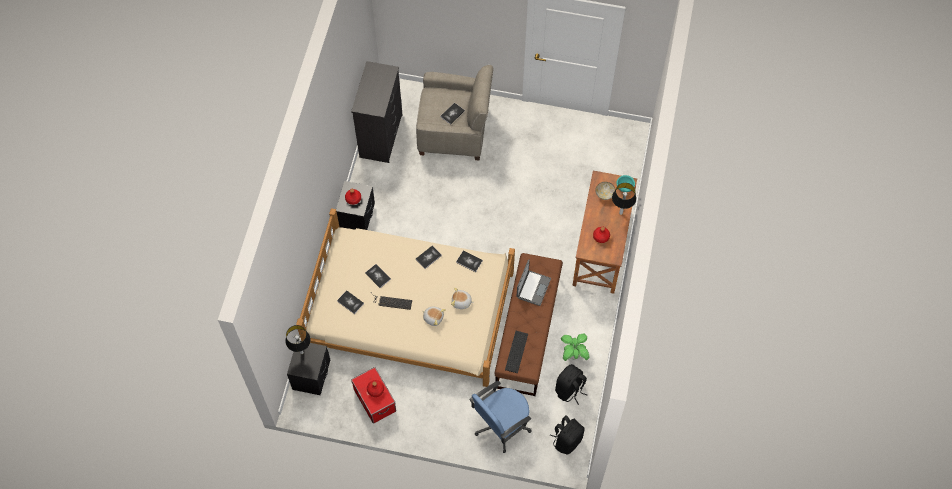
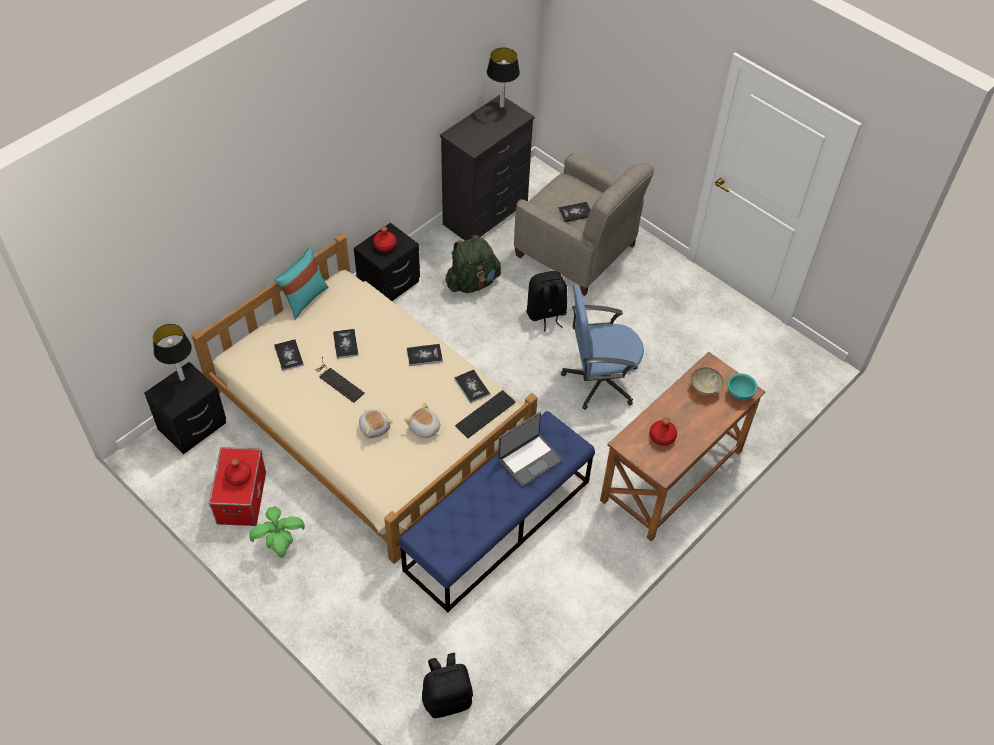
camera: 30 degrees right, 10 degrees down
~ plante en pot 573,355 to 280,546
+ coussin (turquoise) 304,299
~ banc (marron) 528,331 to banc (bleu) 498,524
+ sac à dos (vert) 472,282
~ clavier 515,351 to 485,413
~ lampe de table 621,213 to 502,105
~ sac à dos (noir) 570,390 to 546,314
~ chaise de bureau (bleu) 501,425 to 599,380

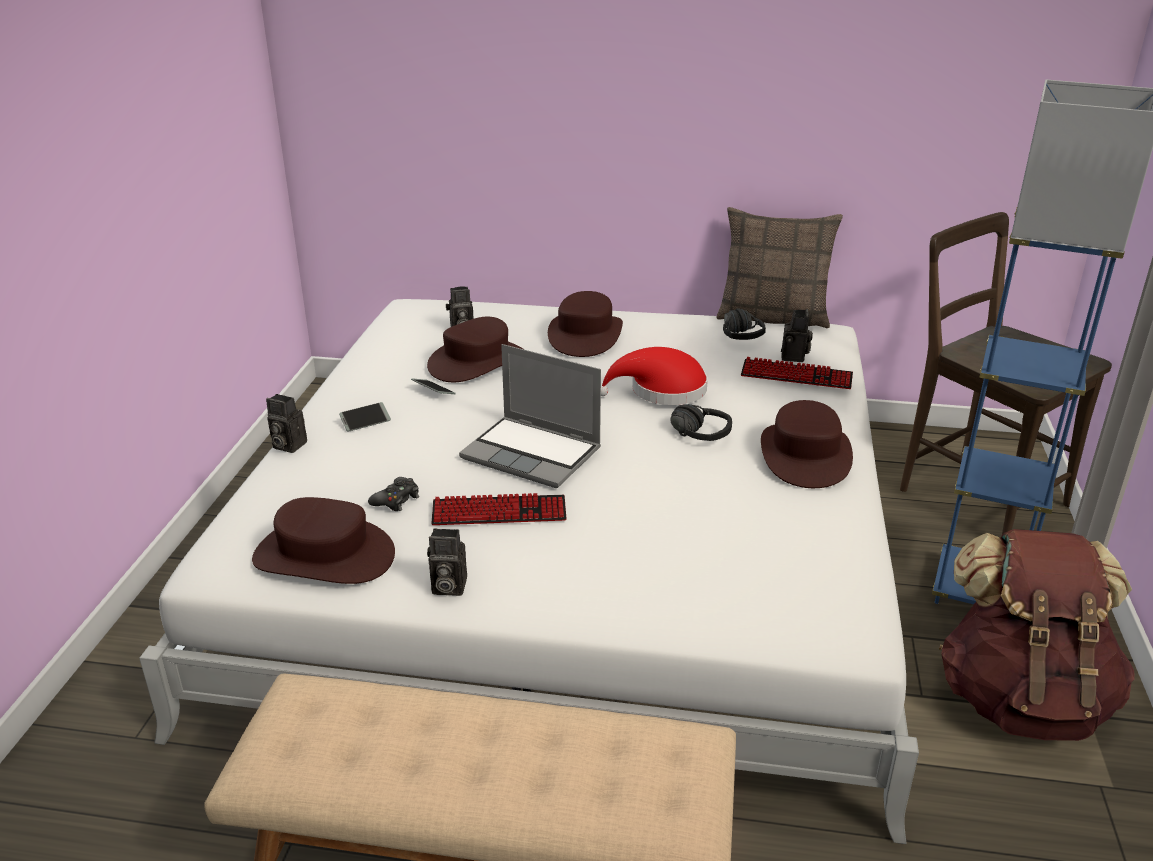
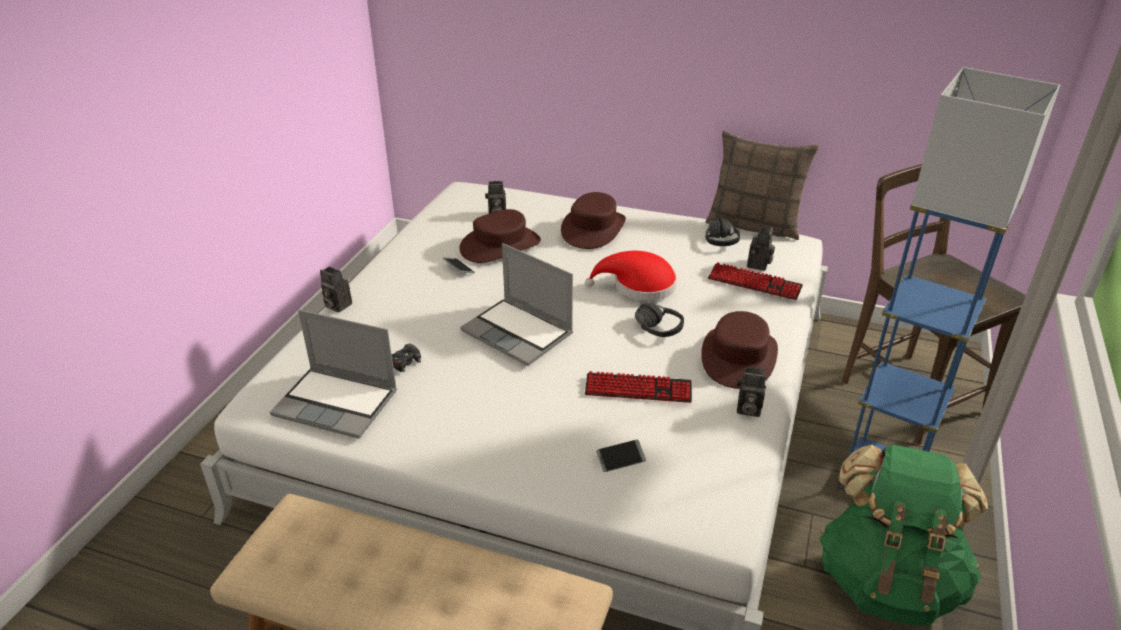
camera: 10 degrees right, 5 degrees up
~ chapeau (marron) 324,555 to ordinateur portable 338,403
~ clavier 499,512 to 638,389
~ téléphone 365,421 to 620,459
~ appareil photo 447,587 to 747,409
~ sac à dos (marron) 1021,699 to sac à dos (vert) 887,581

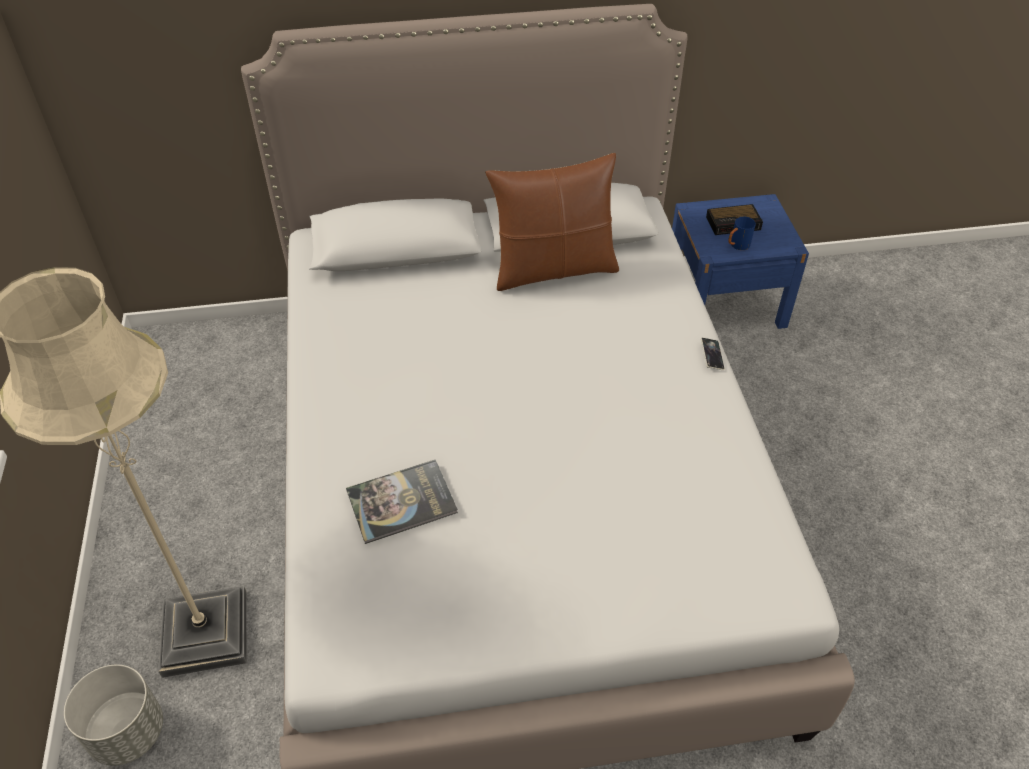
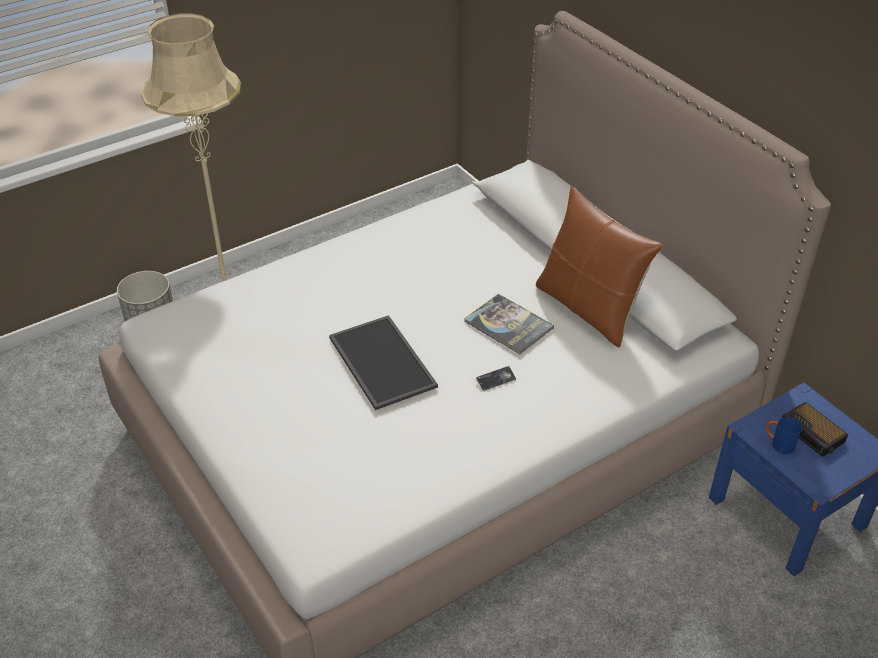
camera: 65 degrees right, 5 degrees down
+ plateau 380,362
~ livre 401,502 to 508,325
~ téléphone 712,356 to 496,380

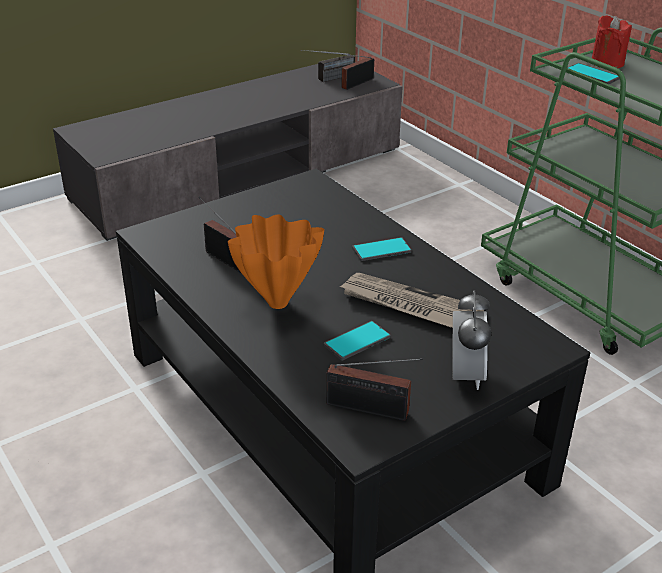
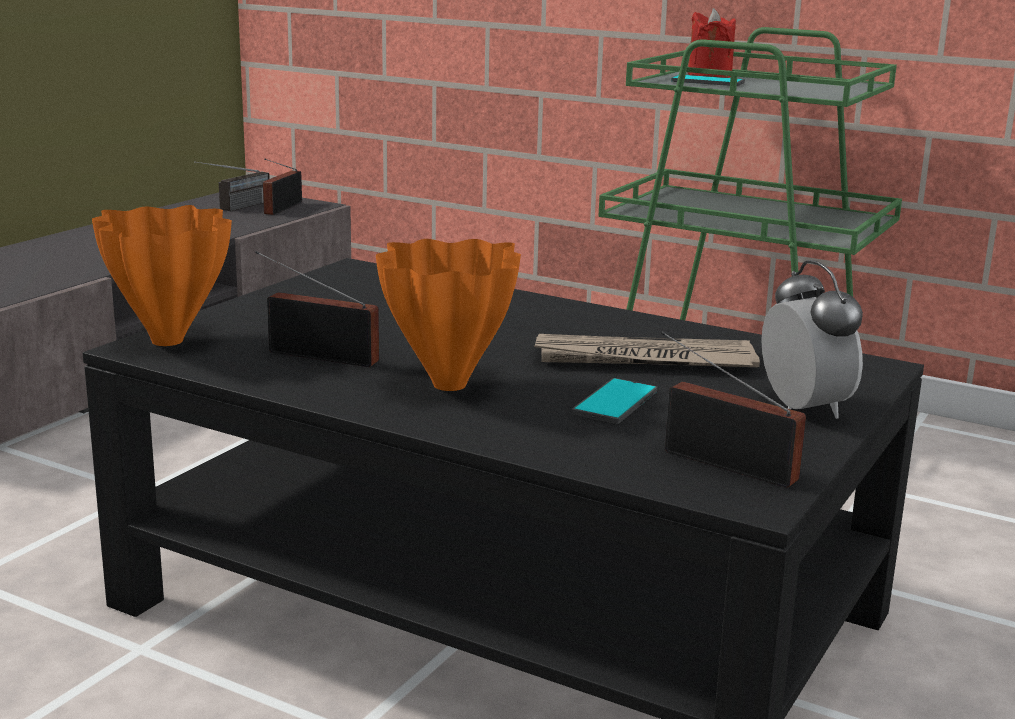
camera: 25 degrees left, 15 degrees down
+ vase (orange) 169,341
~ radio 371,410 = 723,463 135 degrees counterclockwise
- téléphone 381,250

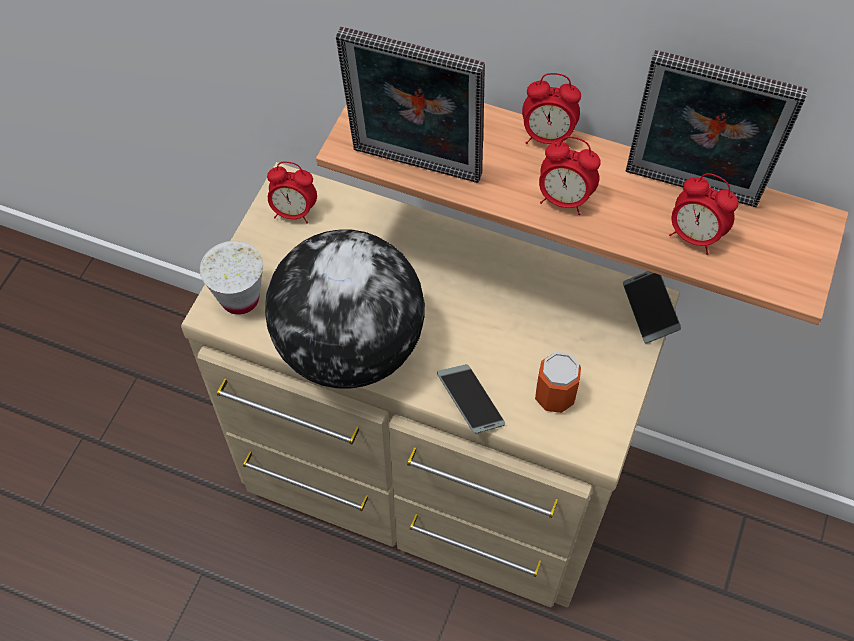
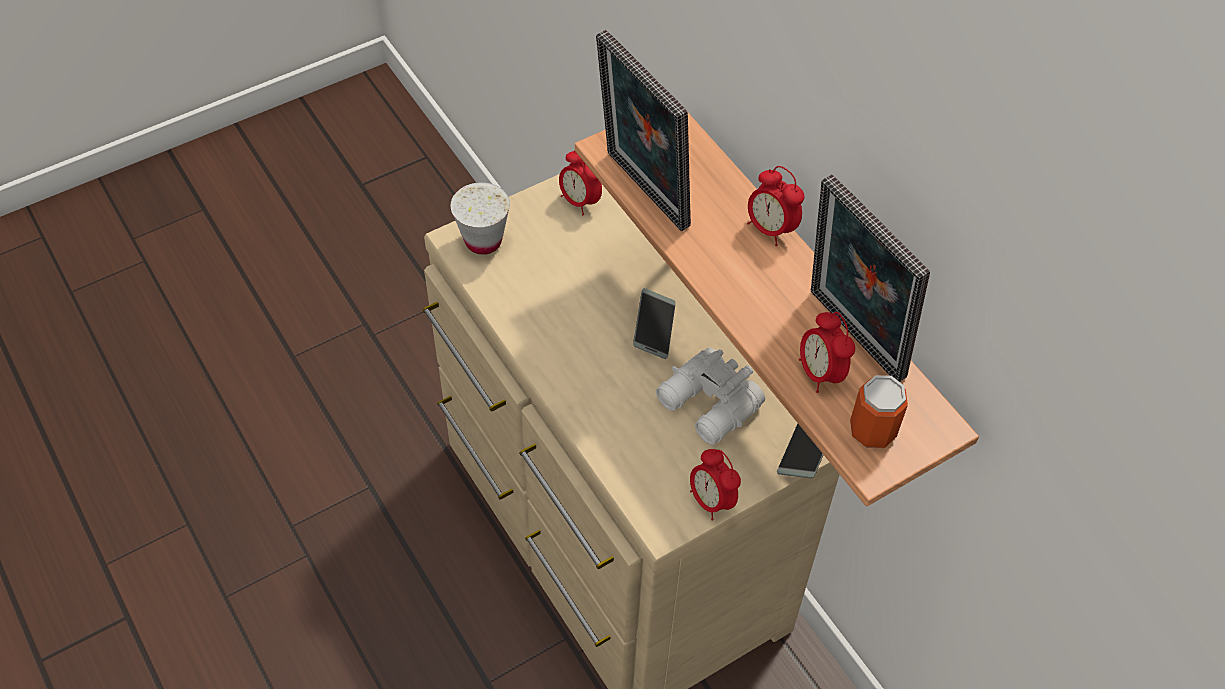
camera: 35 degrees right, 5 degrees down
~ téléphone 470,402 to 654,328
+ jumelles (blanc) 708,406
~ réveil 564,199 to 711,500
~ boîte métallique 554,396 to 872,431
- globe 350,346

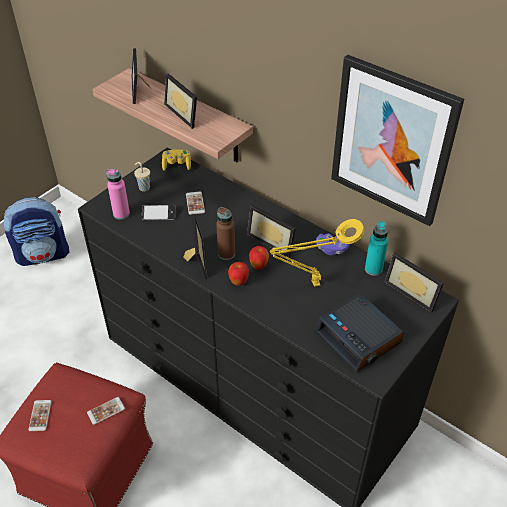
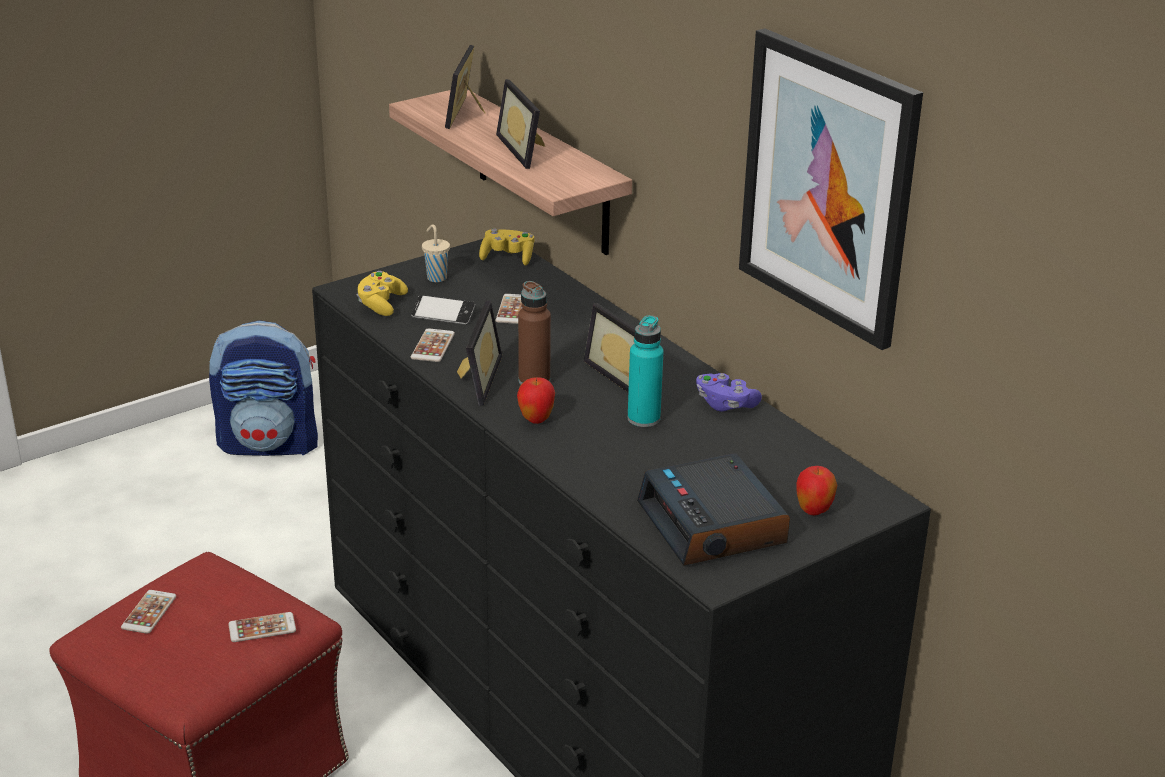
camera: 15 degrees right, 15 degrees down
~ bouteille (rose) 121,214 to manette (jaune) 381,304
+ téléphone 433,346
~ bouteille (turquoise) 373,269 to 643,418
~ pomme 258,266 to 813,511
- lampe de table (jaune) 312,284
- cadre photo 413,291

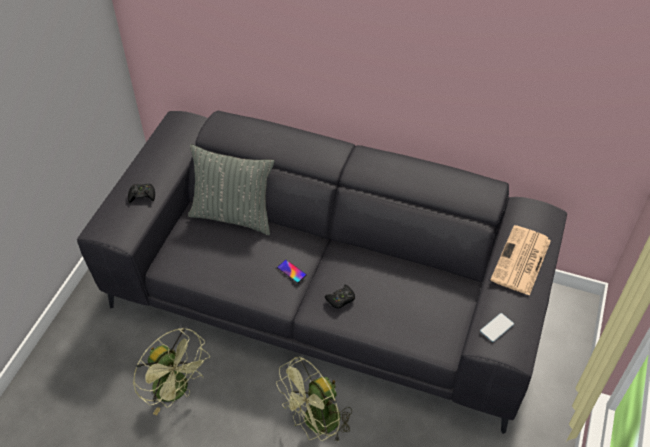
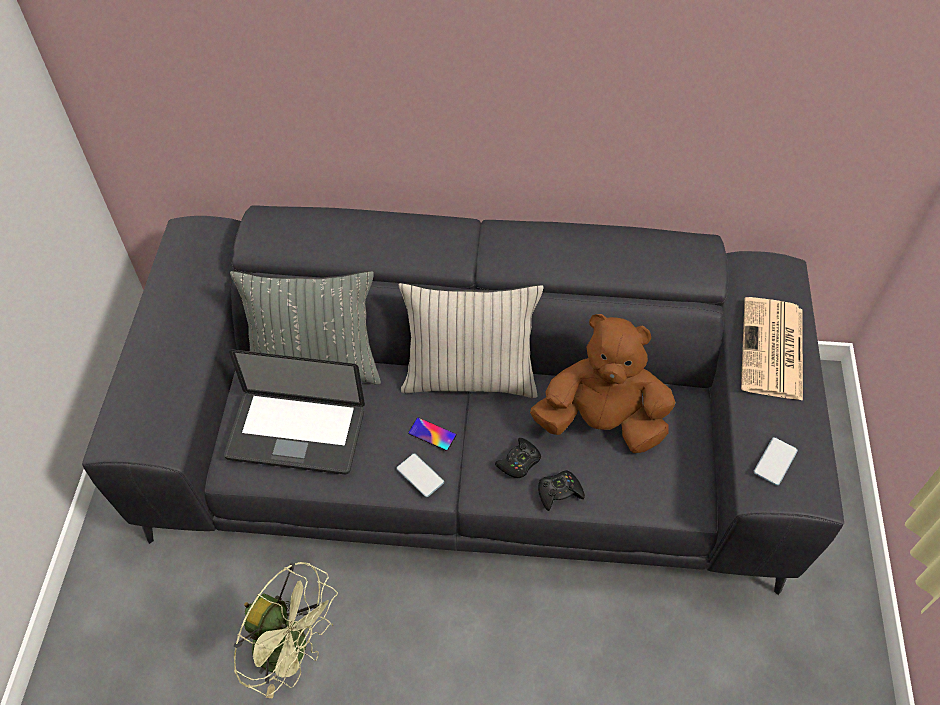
camera: 15 degrees left, 5 degrees up
+ ordinateur portable 296,434
+ téléphone 420,476
+ coussin (beige) 470,377
+ peluche (marron) 601,422
~ manette (noir) 142,195 to 559,492
- ventilateur (vert) 316,424

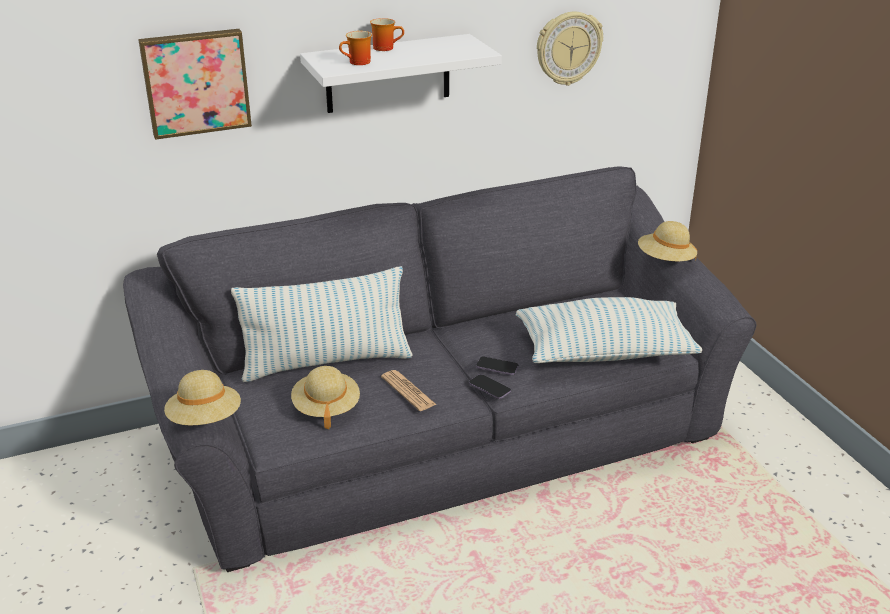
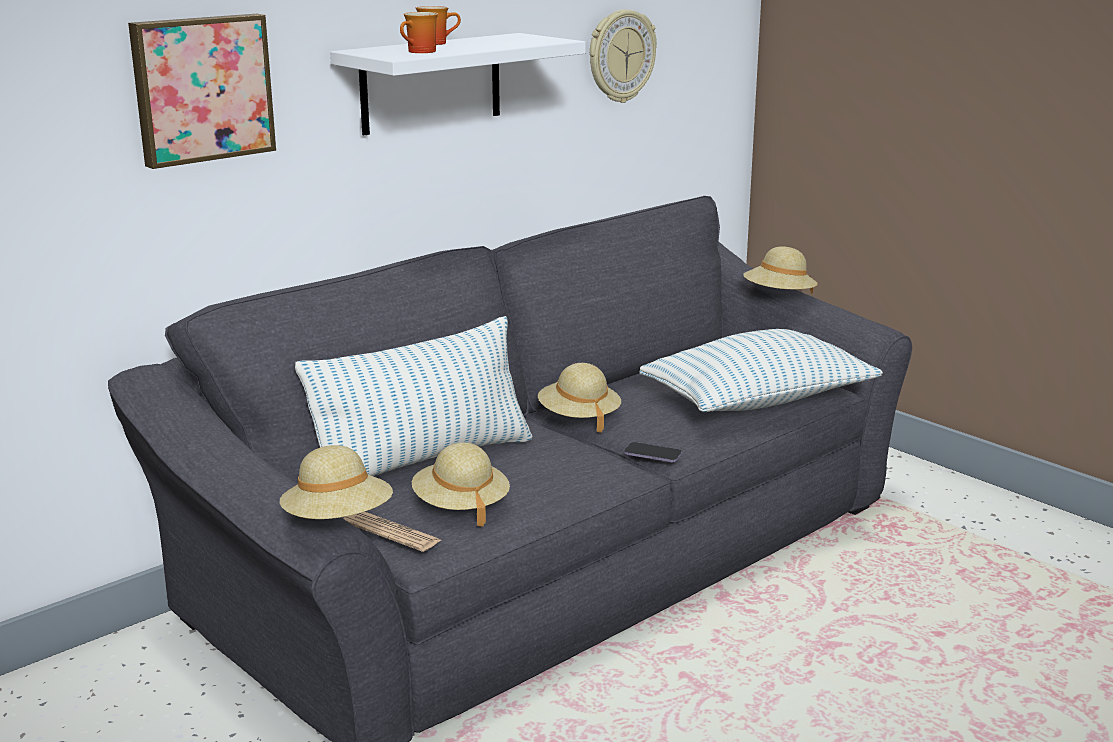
camera: 20 degrees left, 10 degrees down
~ journal 408,391 to 391,532
+ chapeau (beige) 579,418
- téléphone 497,367

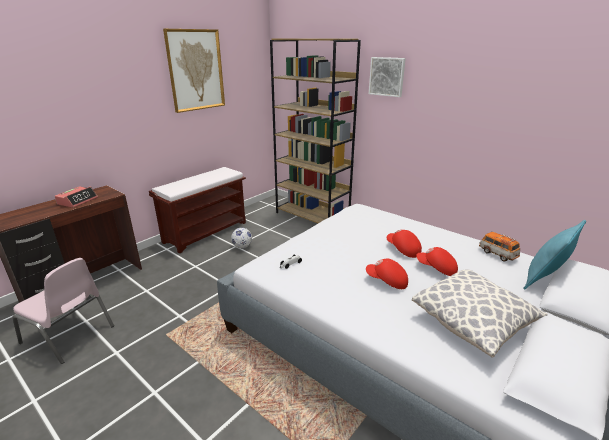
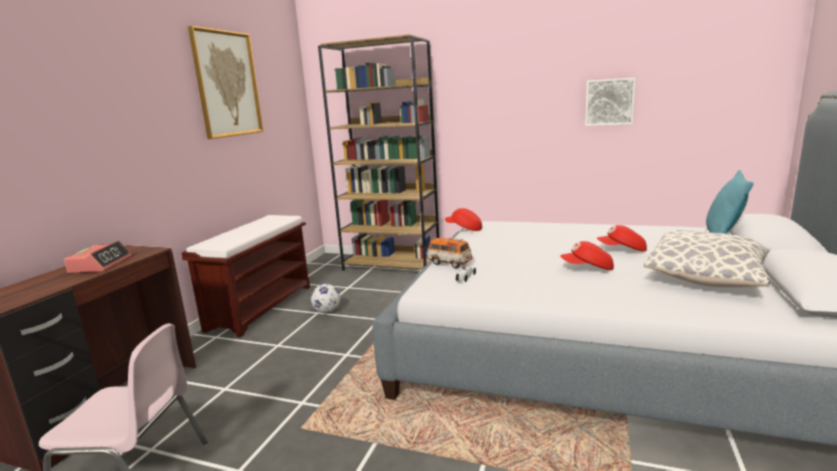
camera: 20 degrees left, 10 degrees down
~ petite voiture 497,254 to 449,263
~ casquette (rouge) 402,250 to 463,228
~ tableau 387,76 to 609,102

